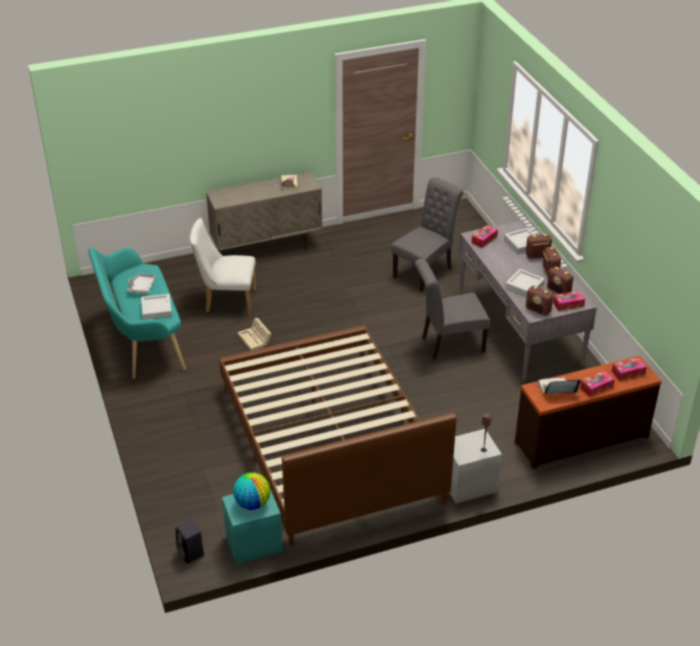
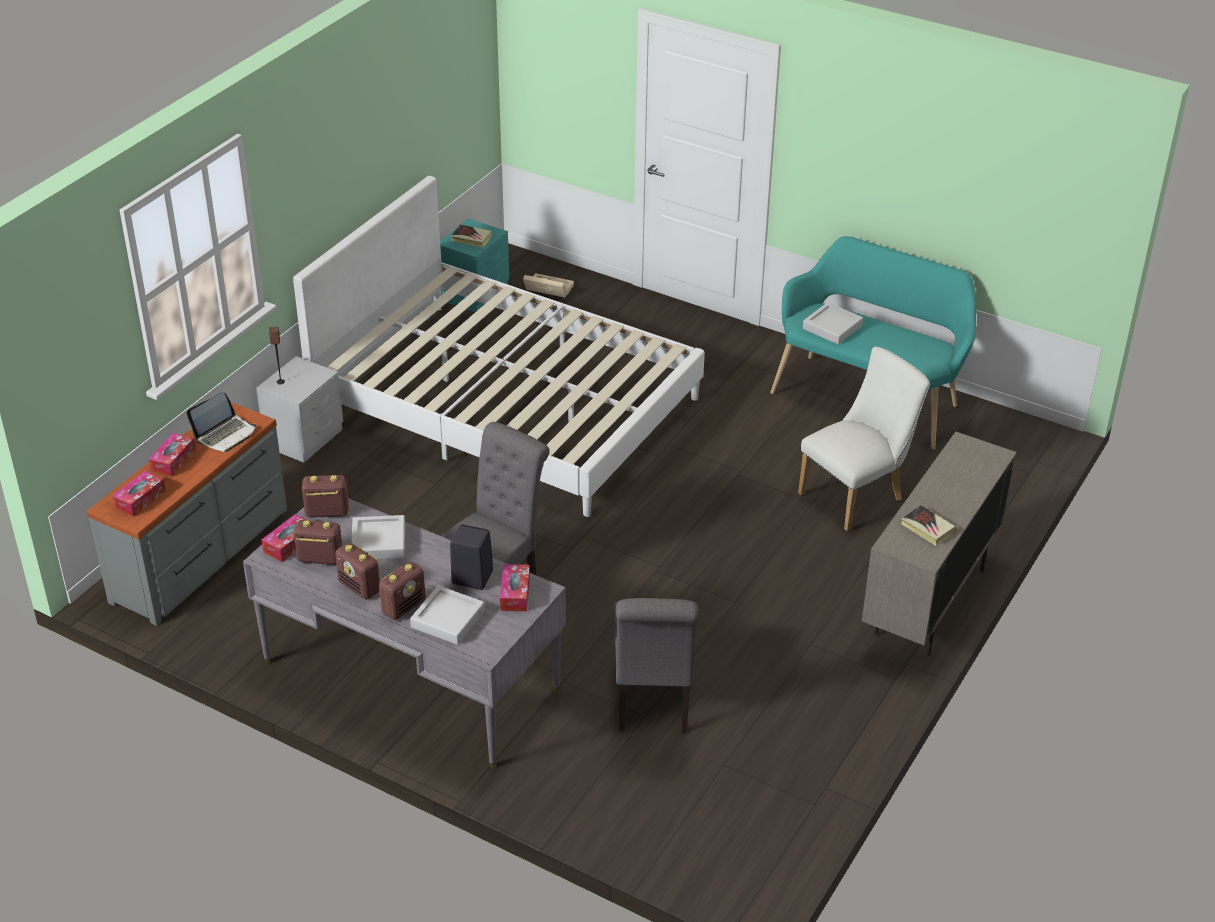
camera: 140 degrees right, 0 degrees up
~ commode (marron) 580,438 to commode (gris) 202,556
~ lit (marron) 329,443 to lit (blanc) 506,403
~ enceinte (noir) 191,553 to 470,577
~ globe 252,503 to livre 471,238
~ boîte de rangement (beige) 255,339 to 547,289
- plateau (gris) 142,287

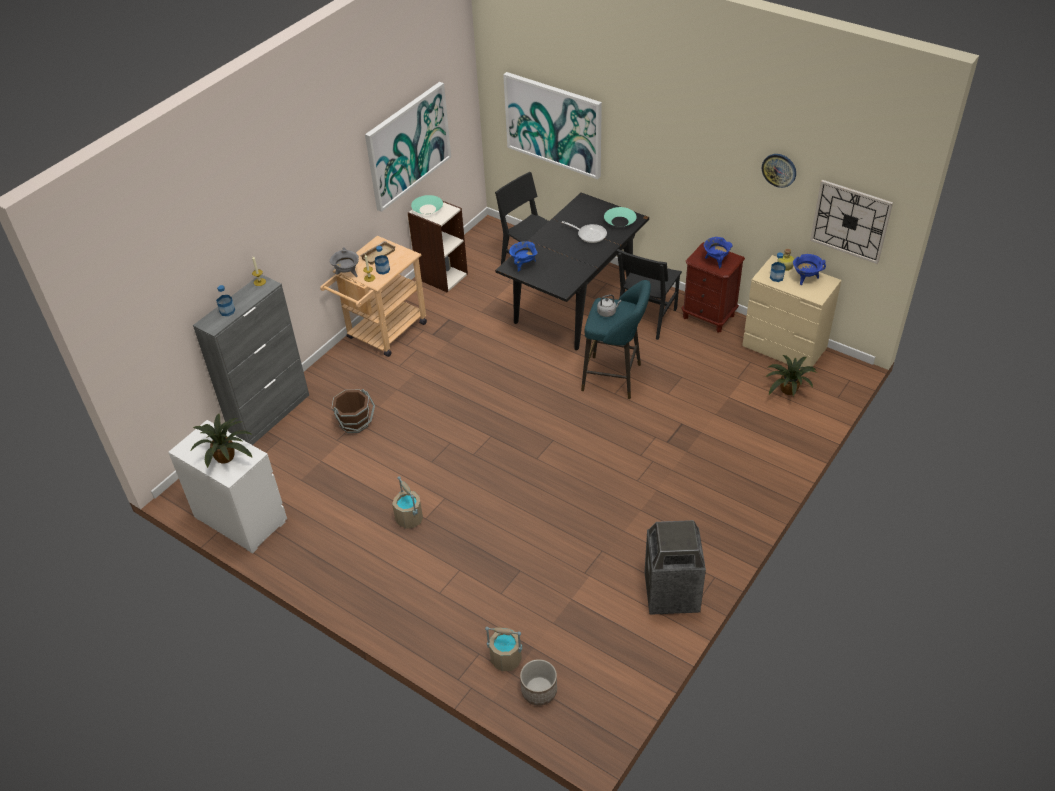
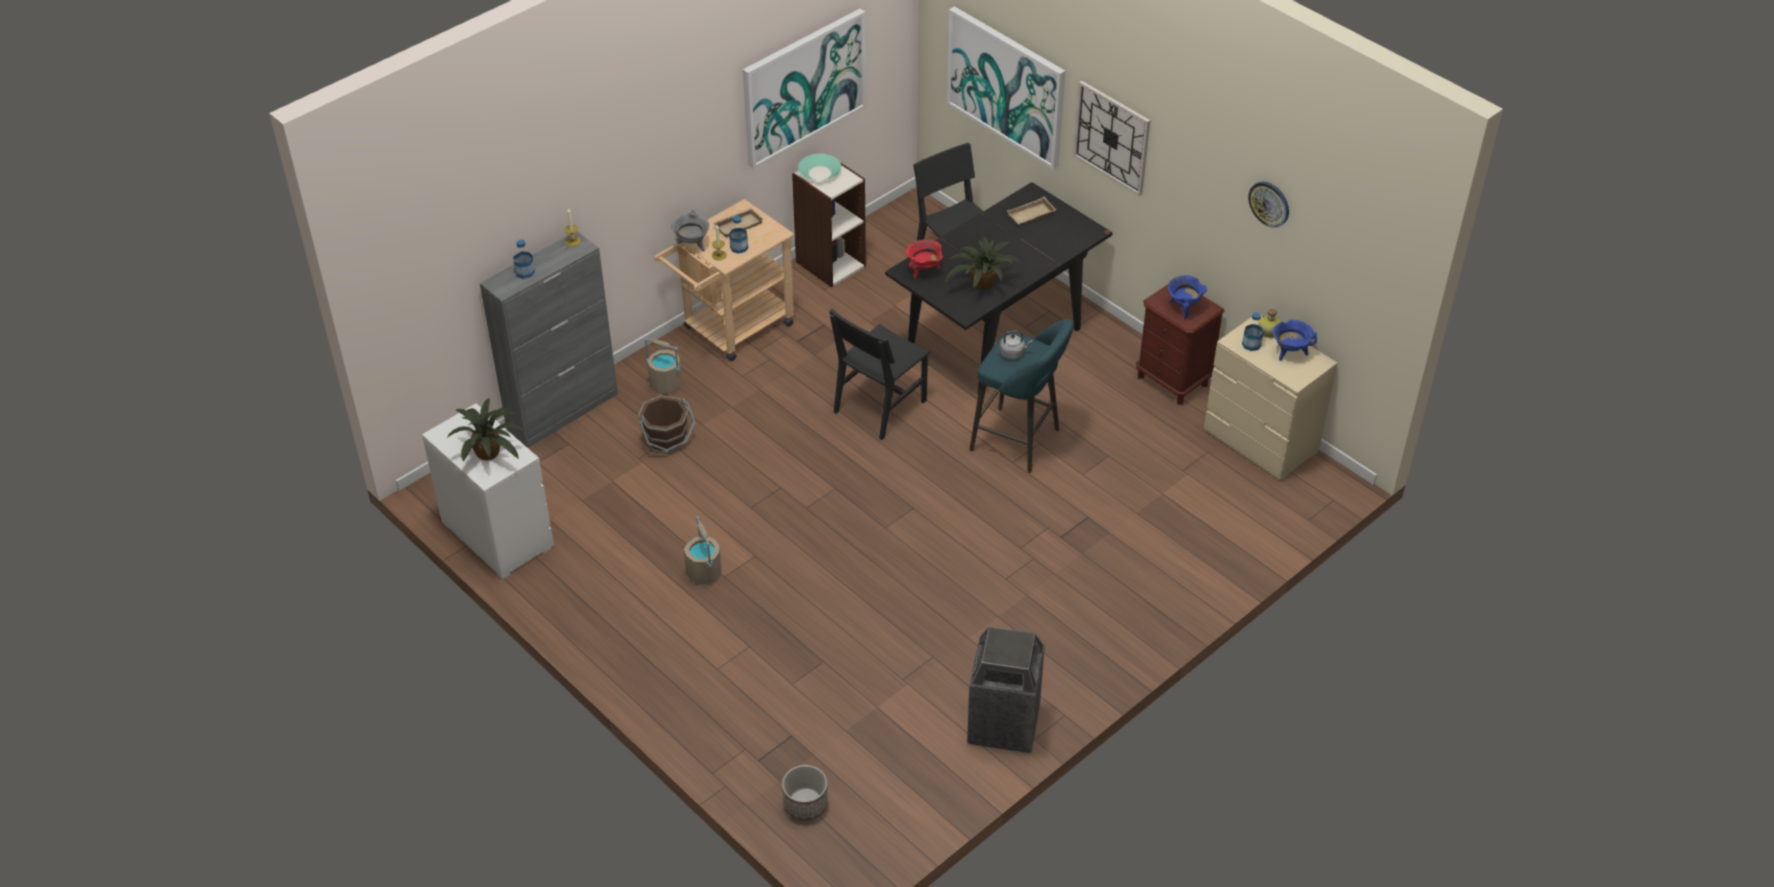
camera: 10 degrees right, 0 degrees up
~ seau (beige) 506,658 to 665,384
~ chaise (noir) 646,318 to 880,406
~ marmite (bleu) 523,265 to marmite (rouge) 924,271
~ plante en pot 788,390 to 981,284
+ plateau (beige) 1031,216
~ horloge murale 850,221 to 1112,137
- poêle 589,234
- bol (turquoise) 620,221

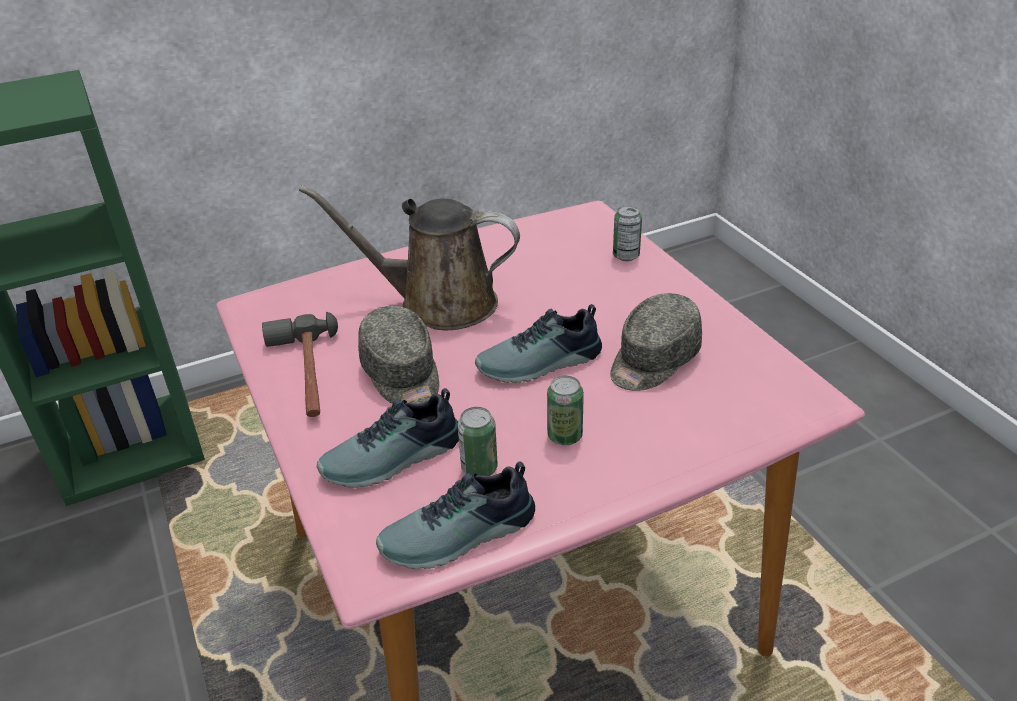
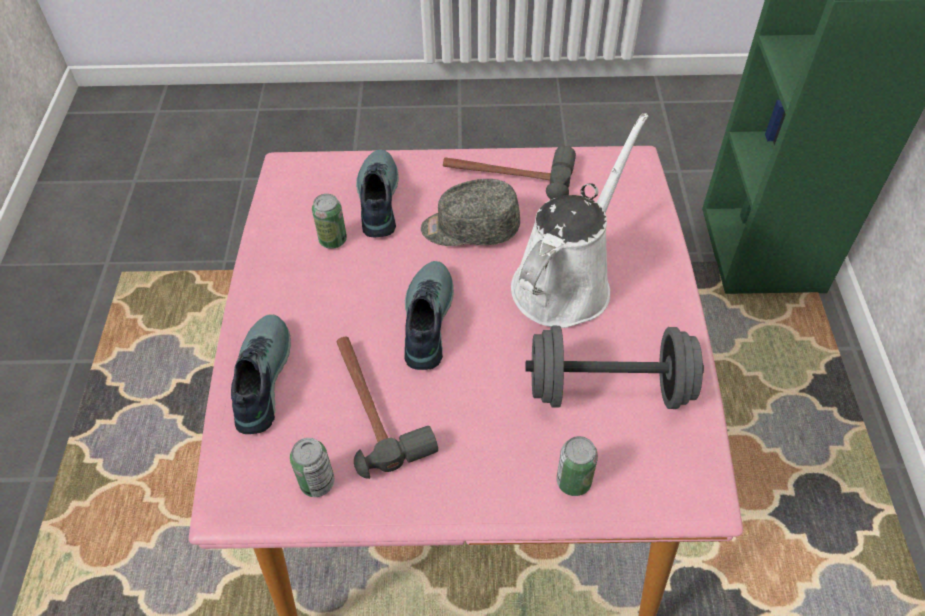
camera: 115 degrees right, 15 degrees up
~ chaussure 460,536 to 259,379
~ boîte métallique 564,436 to 317,482
~ casquette (gris) 653,361 to marteau 373,405
~ arrosoir (marron) 438,303 to arrosoir (blanc) 566,281
+ haltère (gris) 608,389

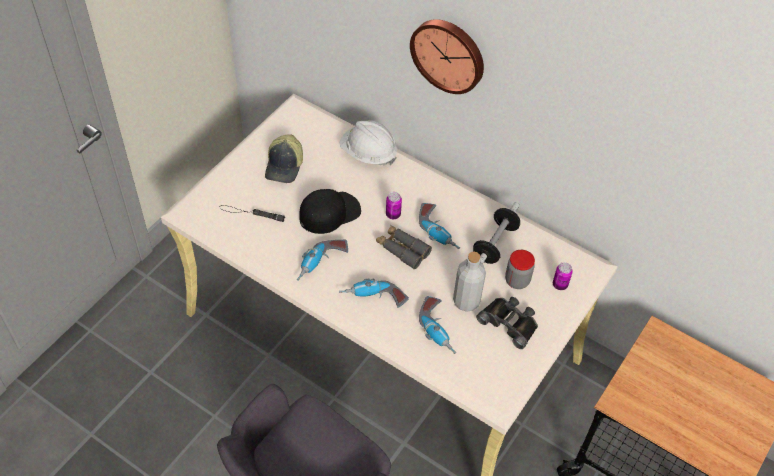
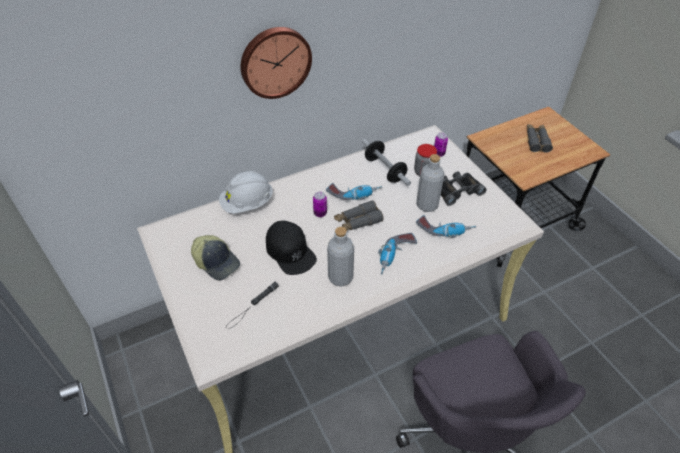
camera: 60 degrees left, 5 degrees down
~ casquette (noir) 329,213 = 290,251 150 degrees clockwise
~ perceuse 321,264 to bouteille (gris) 340,277
+ jumelles (gris) 537,141

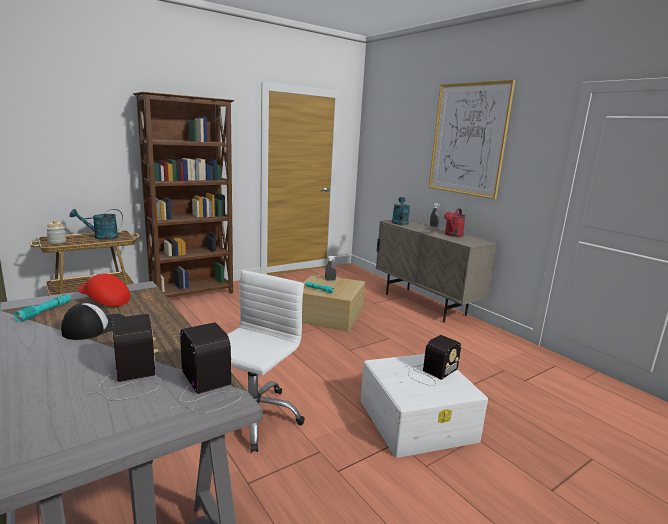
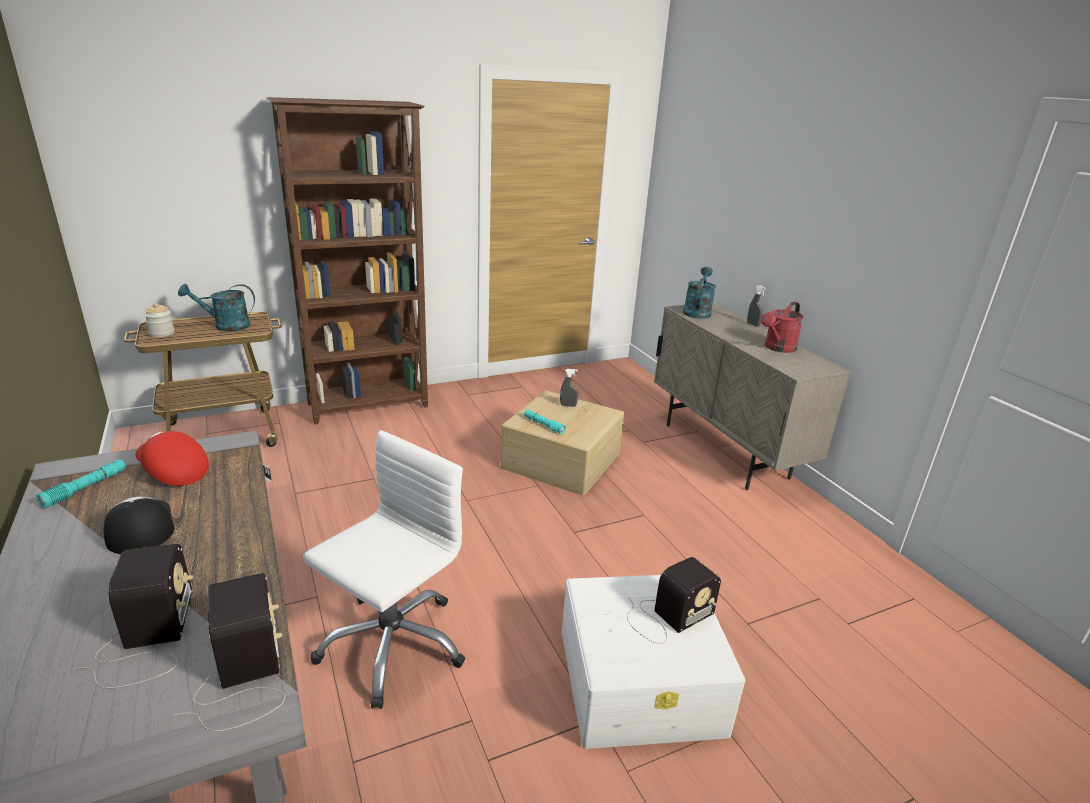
camera: 10 degrees right, 10 degrees up
~ casquette 95,327 = 139,527 75 degrees counterclockwise
- tableau 468,139

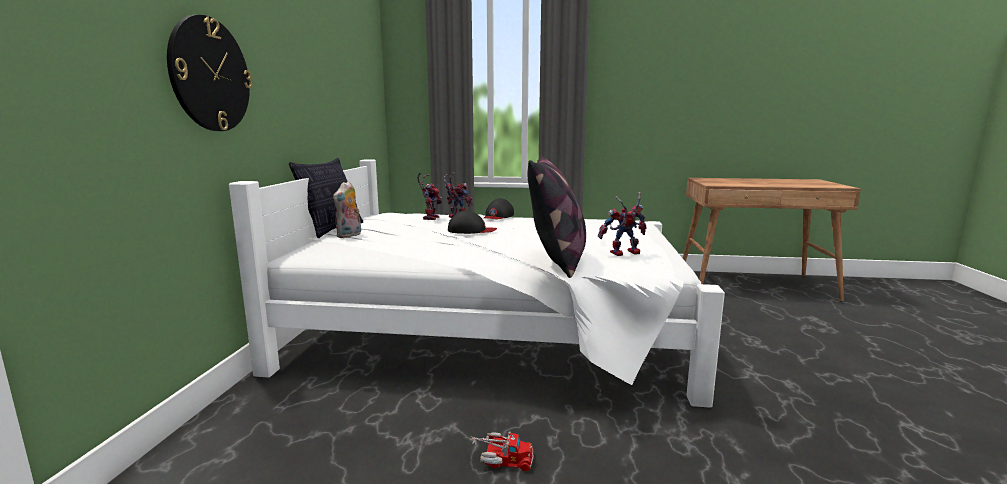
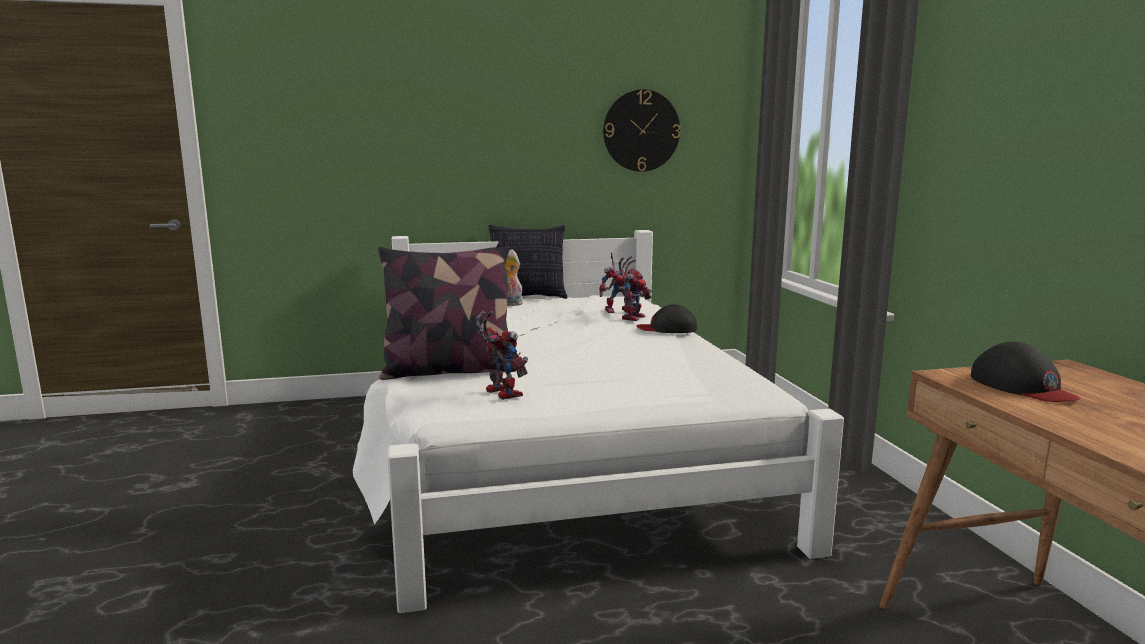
camera: 70 degrees right, 0 degrees up
~ horloge murale 210,75 to 641,131
~ casquette (noir) 471,230 to 1022,386
- camion jouet 501,459

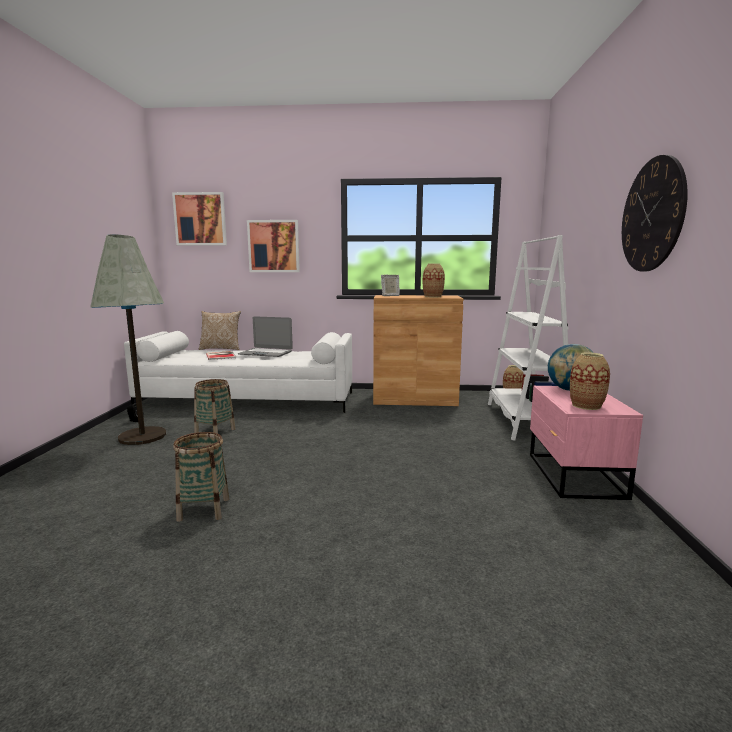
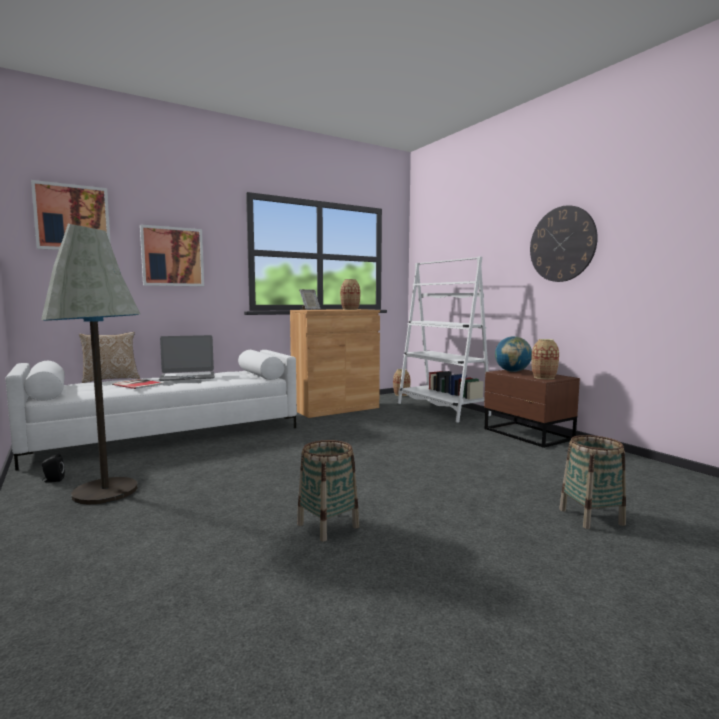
camera: 35 degrees left, 5 degrees down
~ table de chevet (rose) 573,476 to table de chevet (marron) 528,435
~ panier 215,431 to 591,517

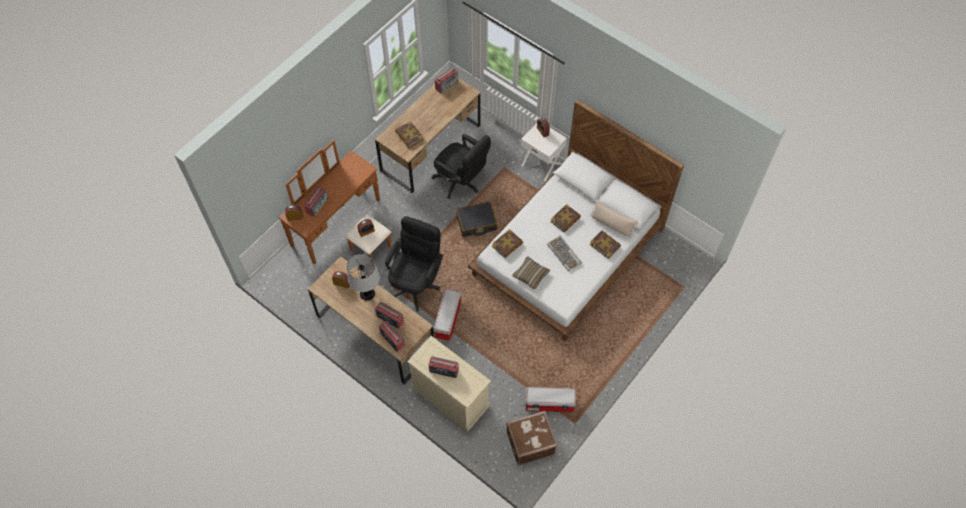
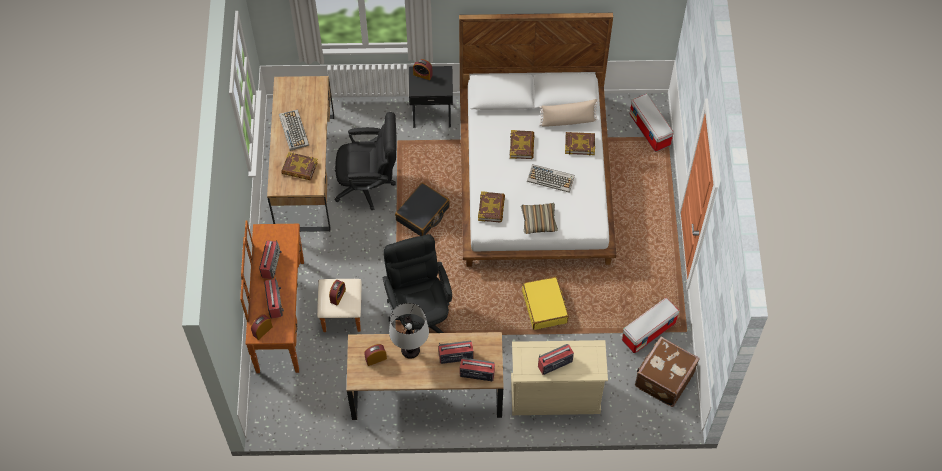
camera: 40 degrees left, 0 degrees up
~ radio 447,84 to 271,264
+ clavier 293,130
~ table de chevet (blanc) 542,164 to table de chevet (noir) 432,112
+ valise (jaune) 545,307
~ boîte de rangement 448,320 to 650,130

